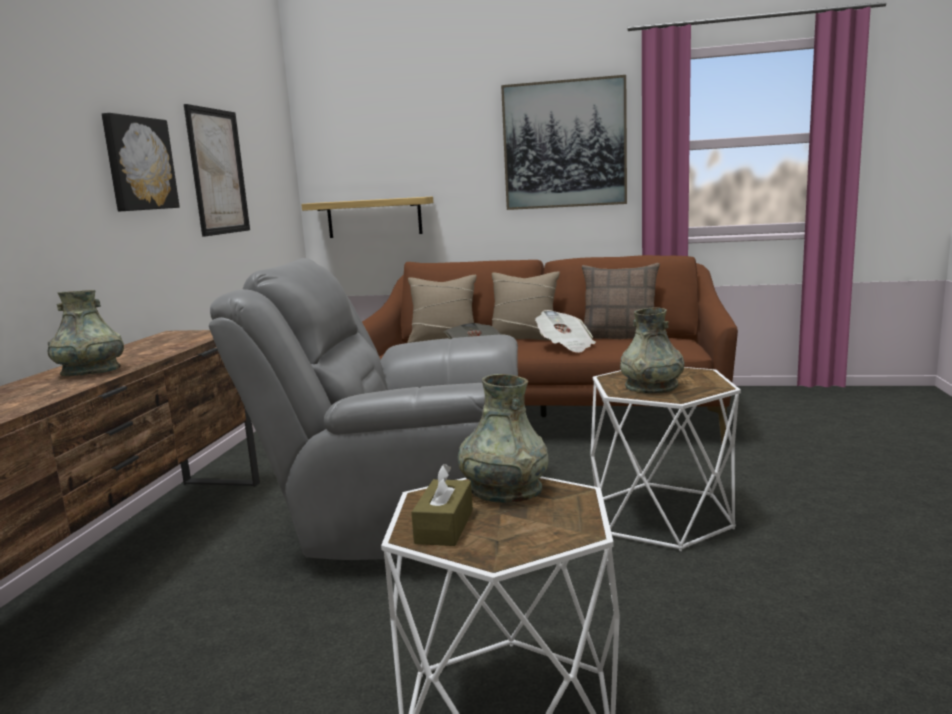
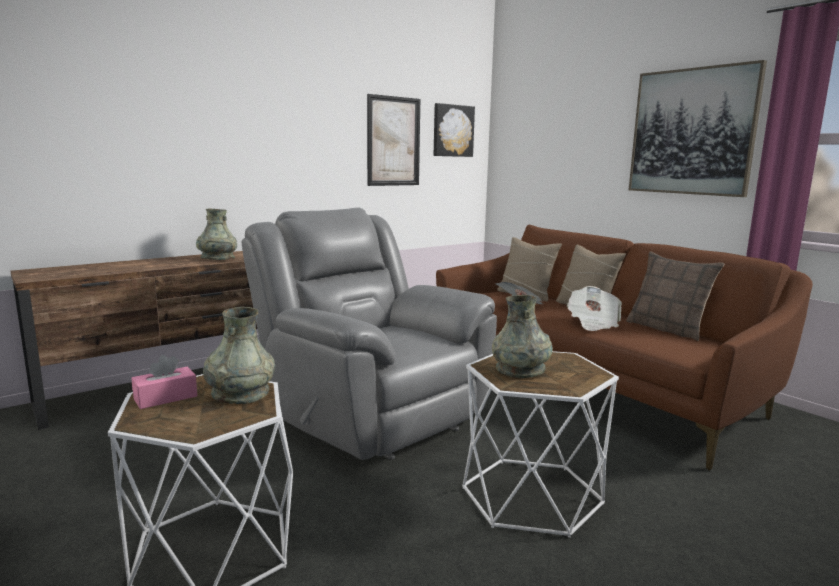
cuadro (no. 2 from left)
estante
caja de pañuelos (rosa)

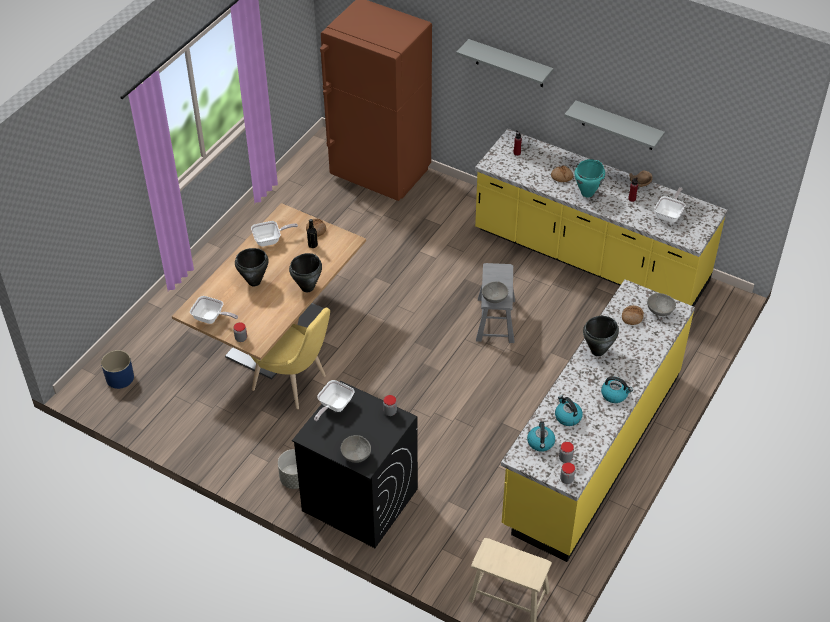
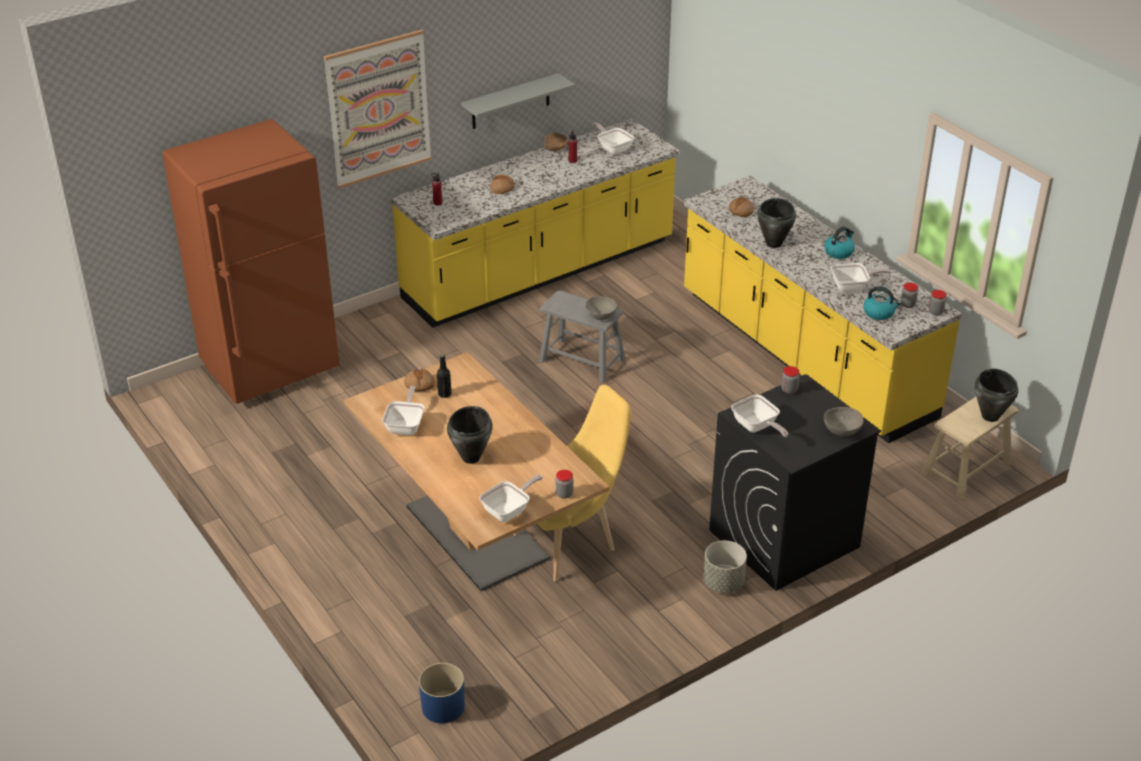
olla (negro) (no. 3 from left)
cuadro
sartén (no. 5 from left)
olla (turquesa)
cuenco (gris) (no. 3 from left in the first image)

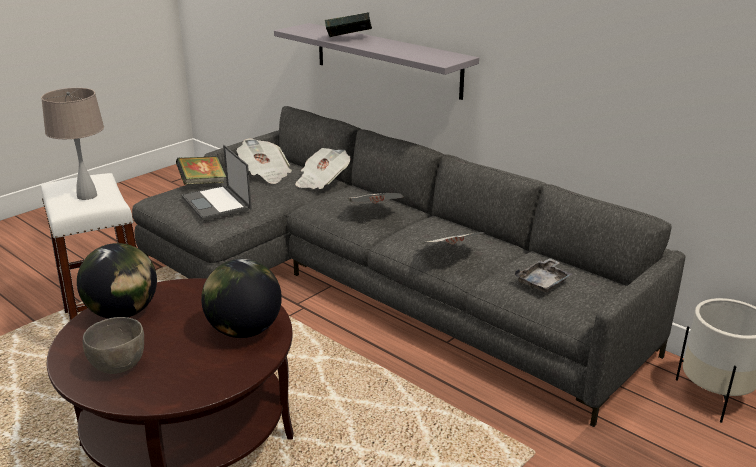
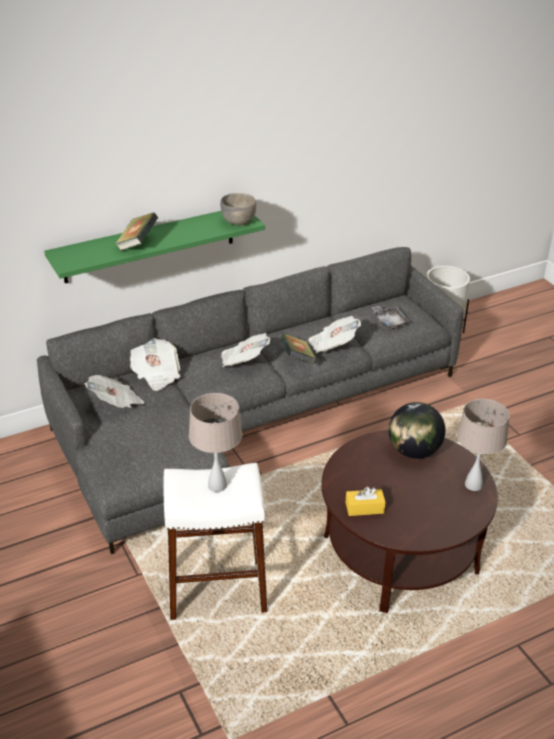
caja de pañuelos (amarillo)
cuenco (gris)
libro (no. 2 from left)
portátil
estante (verde)
lámpara de mesa (beis) (no. 2 from left)

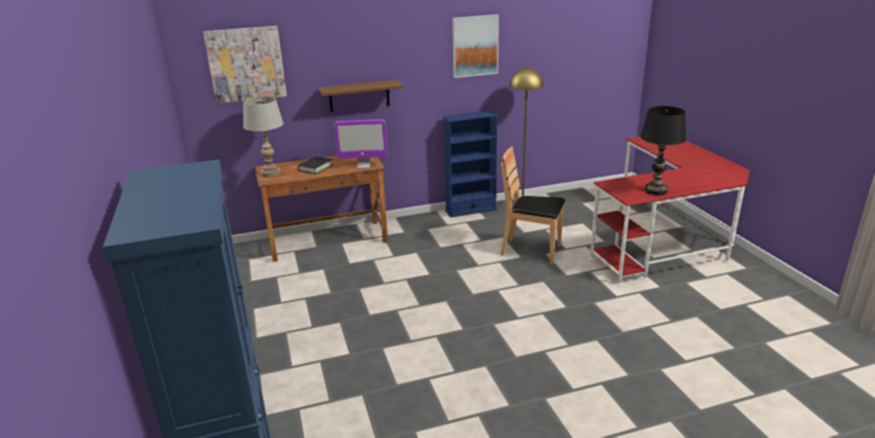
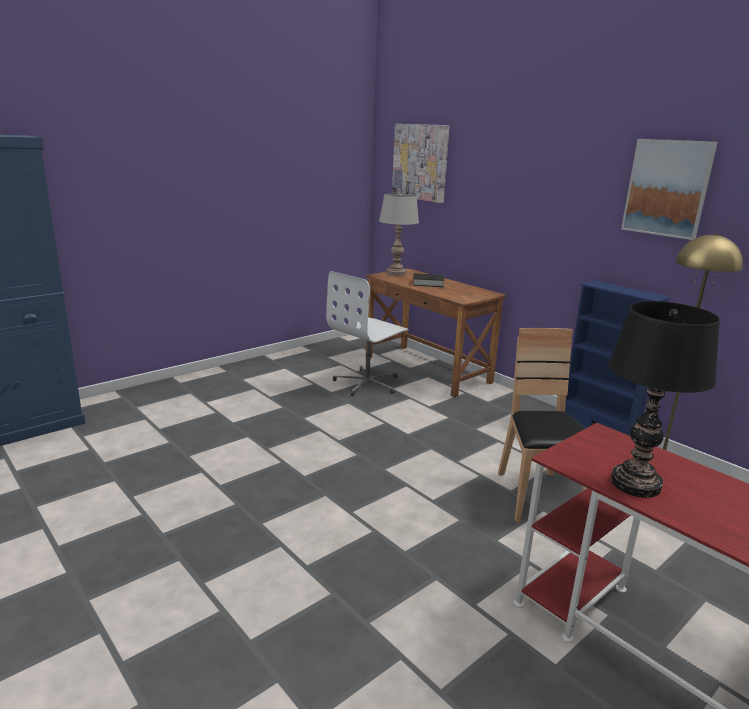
estante (marrón)
monitor
silla de oficina (blanco)

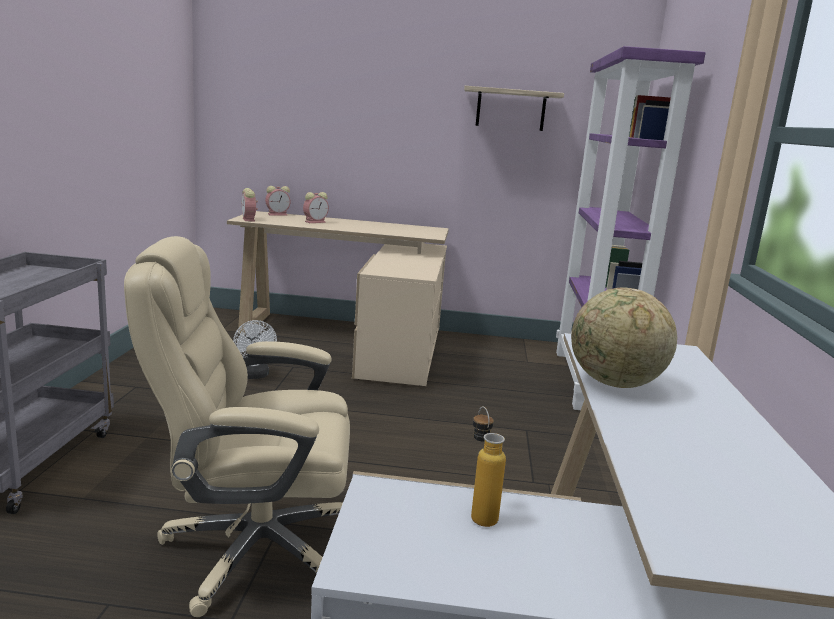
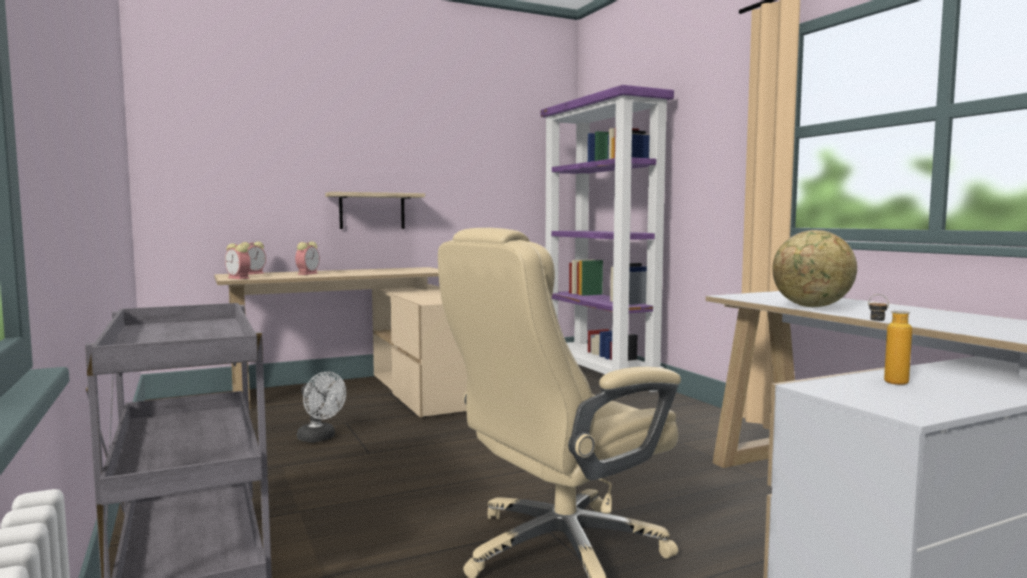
estante

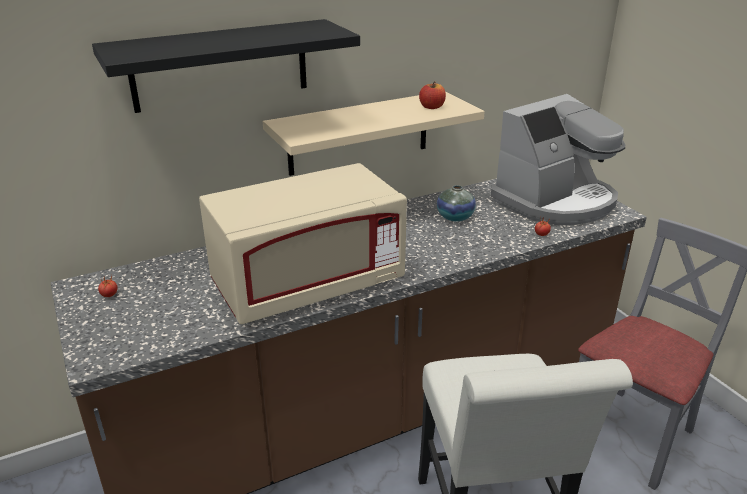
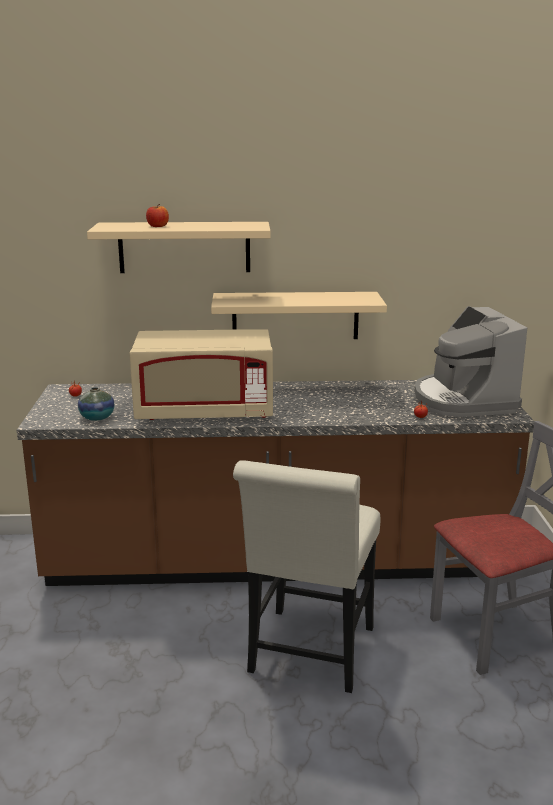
estante (beis) (no. 1 from left)
manzana
florero
cafetera

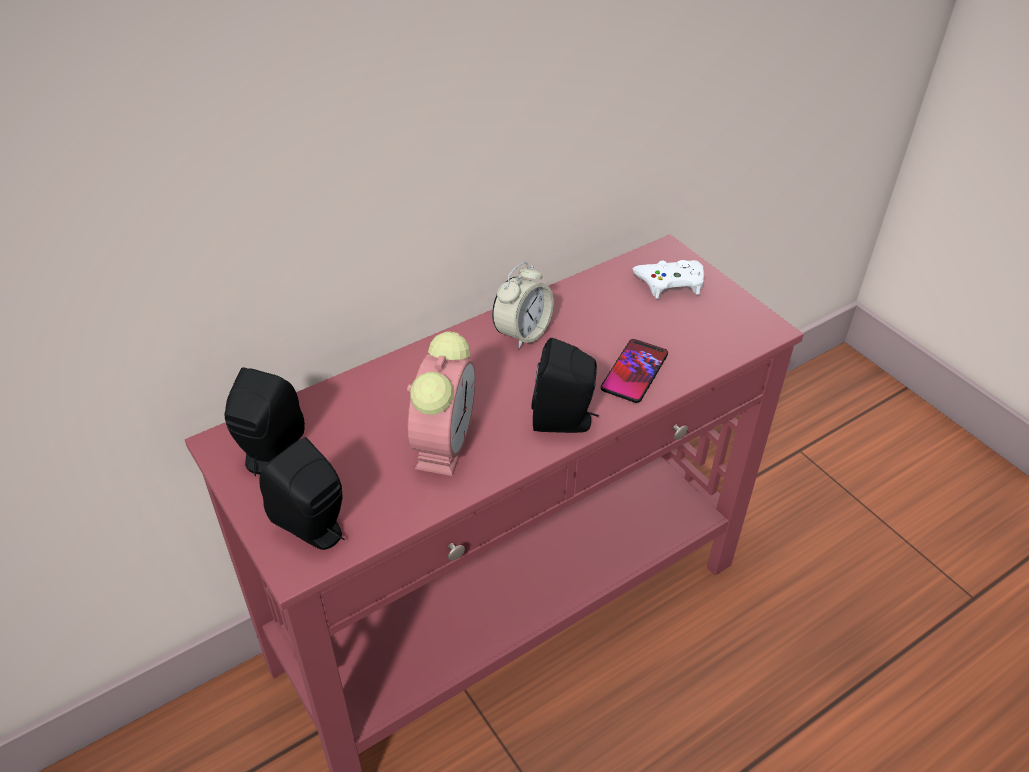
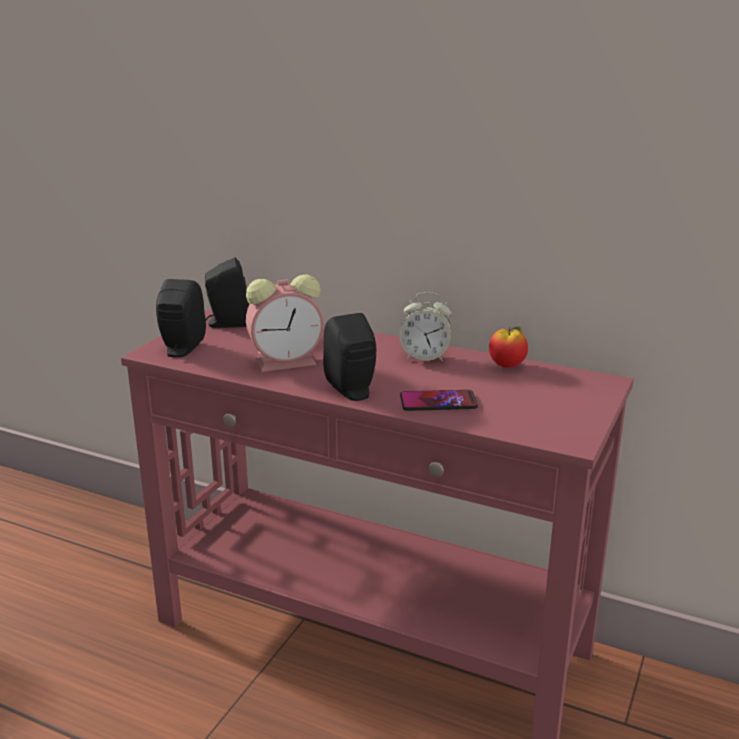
mando de consola (blanco)
manzana

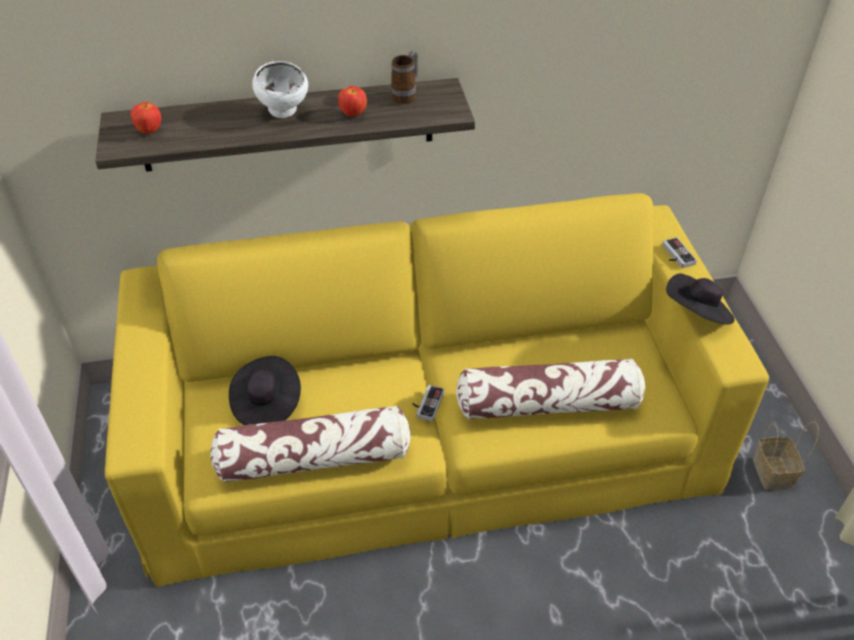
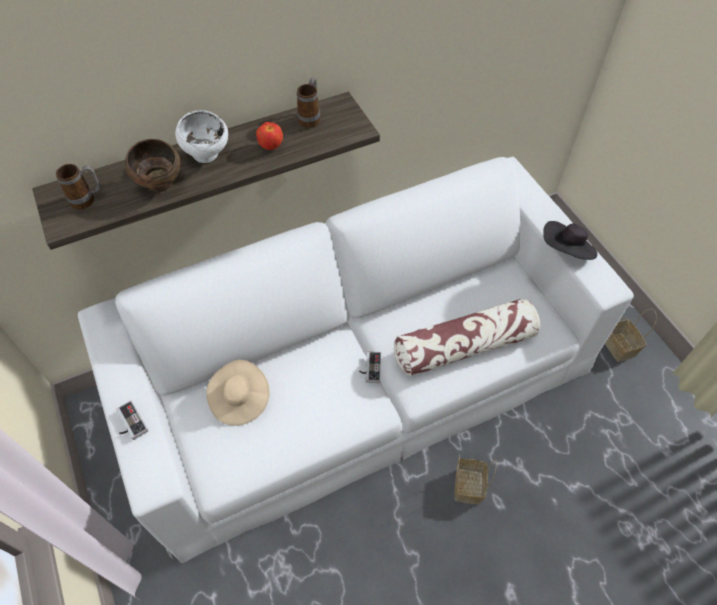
sofá (blanco)
taza grande (no. 1 from left)
cojín (no. 1 from left in the first image)
sombrero (beis)
mando de consola (no. 1 from left)
cuenco (marrón)
cesta (no. 1 from left)

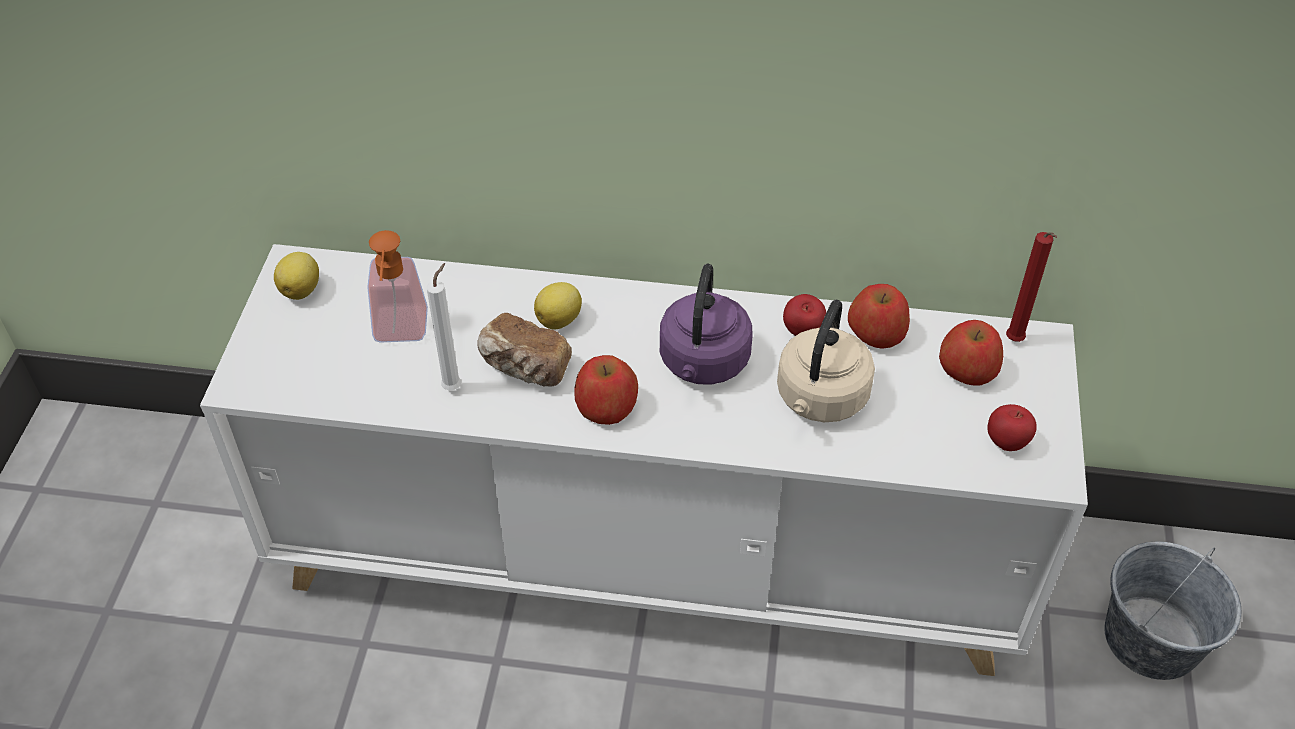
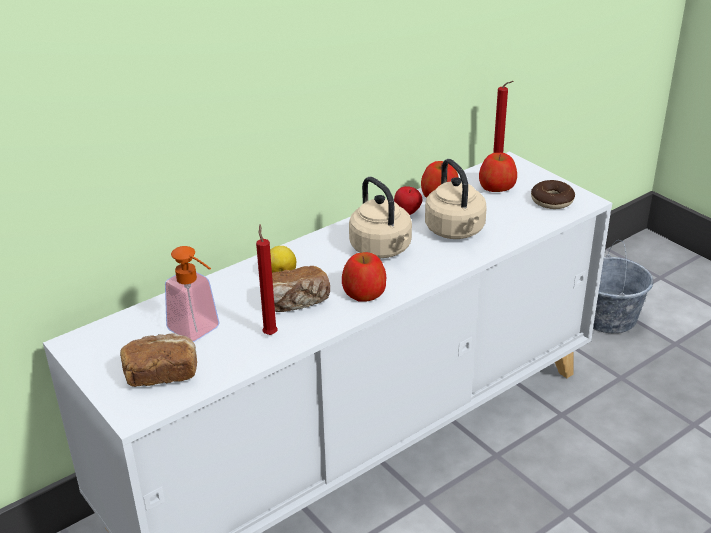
limón (no. 1 from left in the first image)
vela (rojo) (no. 1 from left)
hervidor (beis) (no. 1 from left)
rosquilla
pan (no. 1 from left)

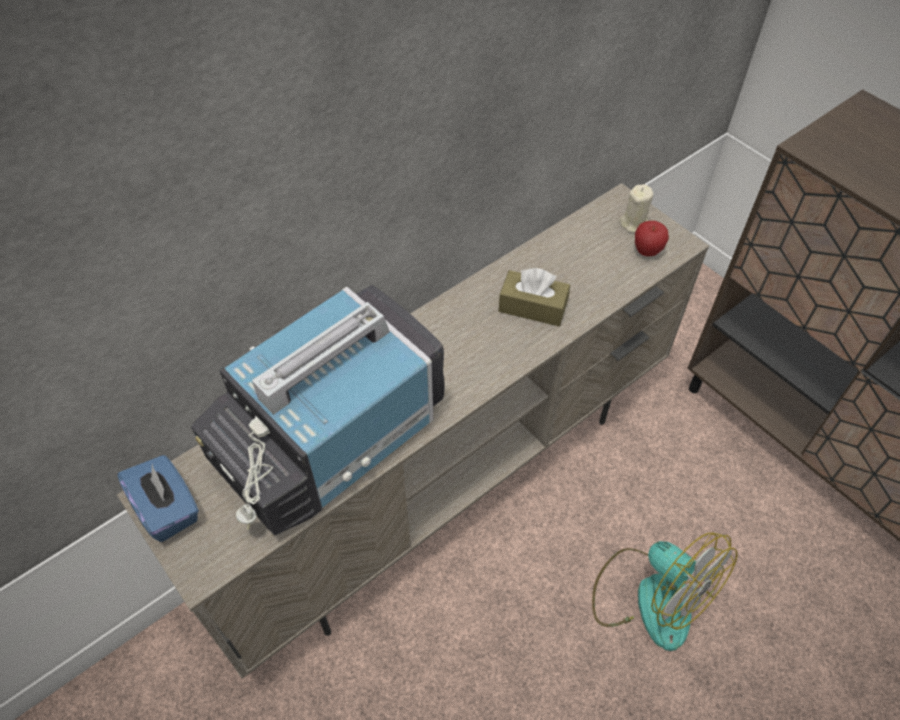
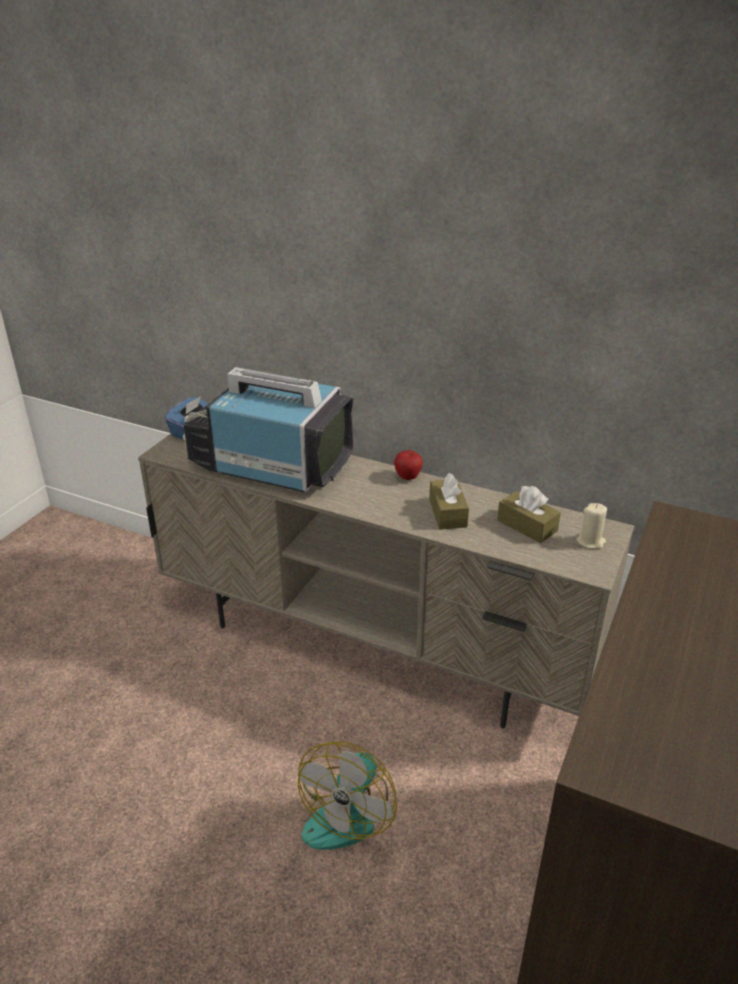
manzana
caja de pañuelos (marrón) (no. 2 from left)

